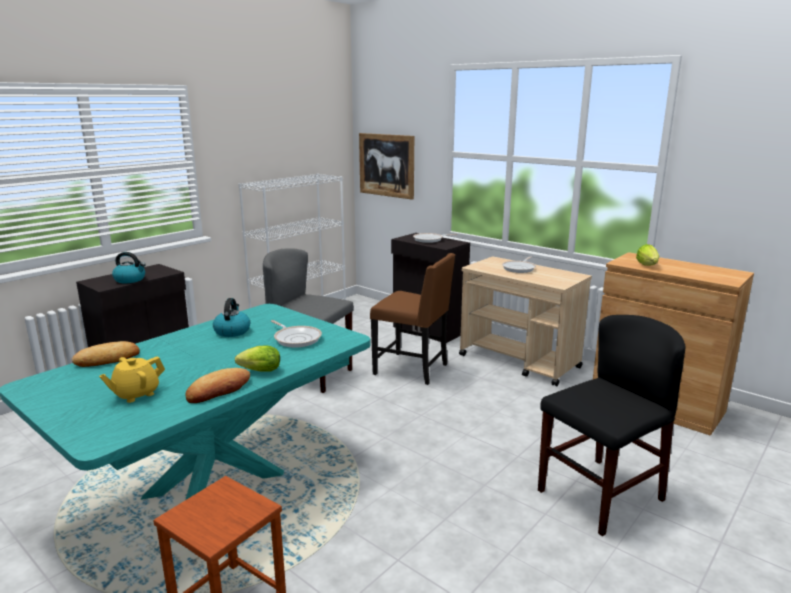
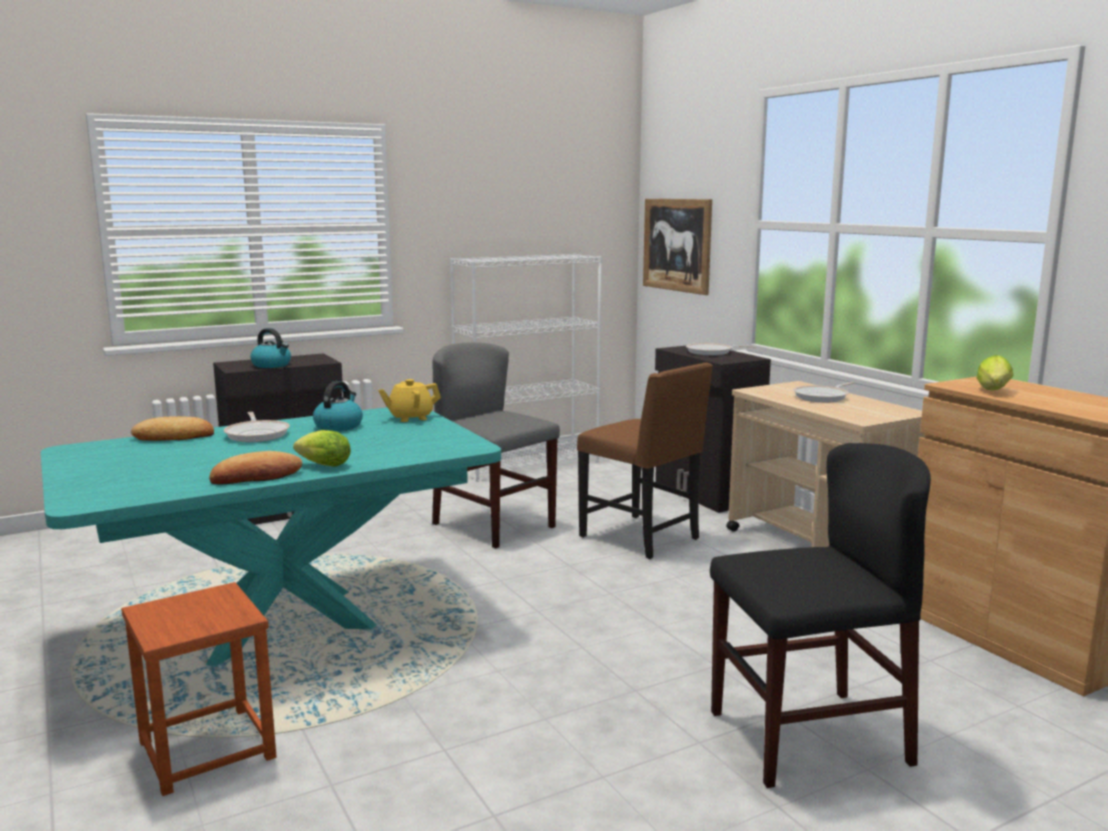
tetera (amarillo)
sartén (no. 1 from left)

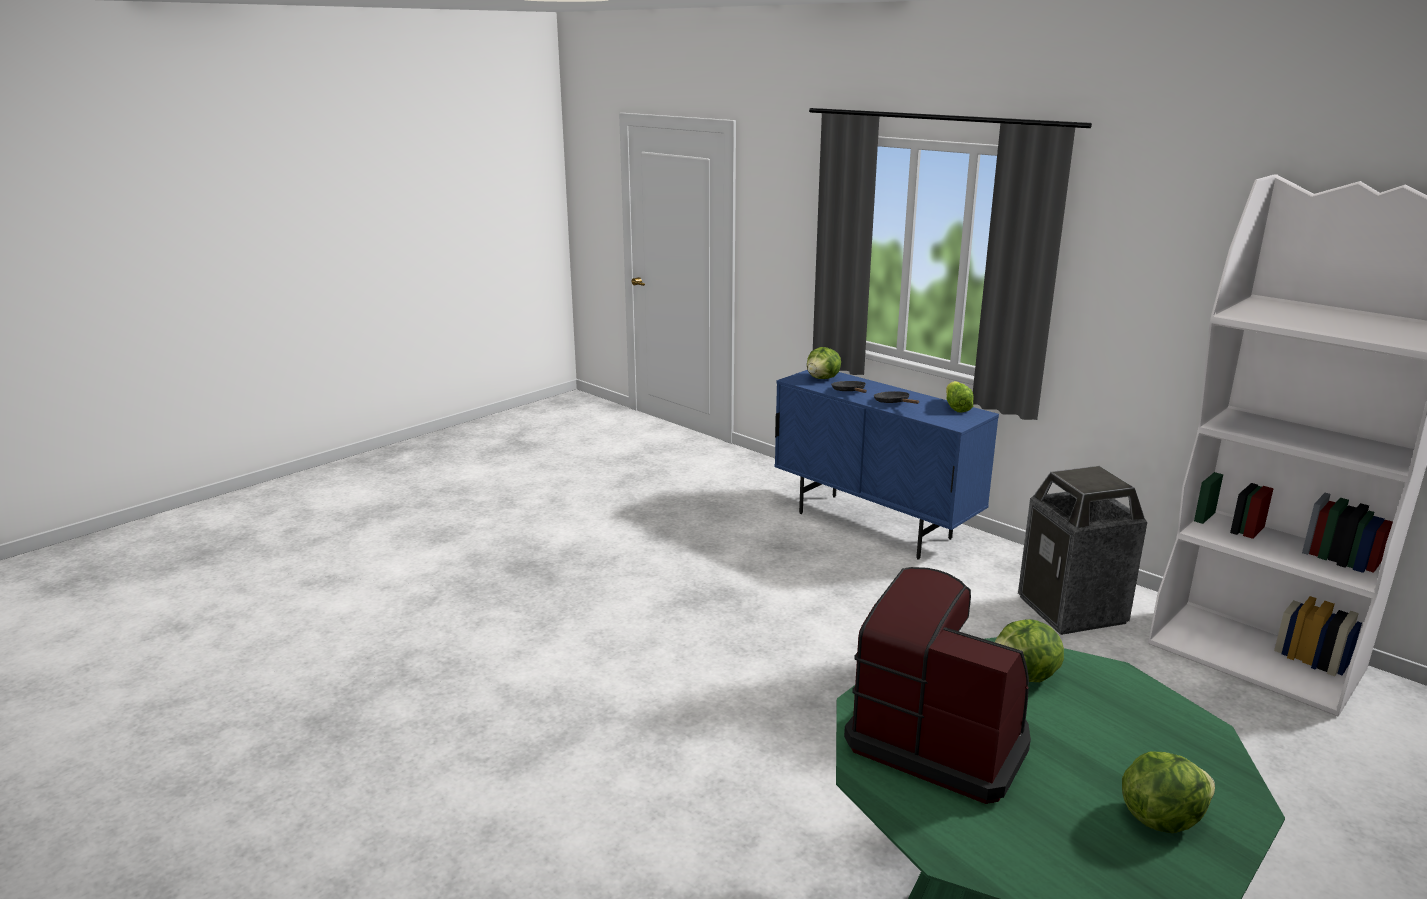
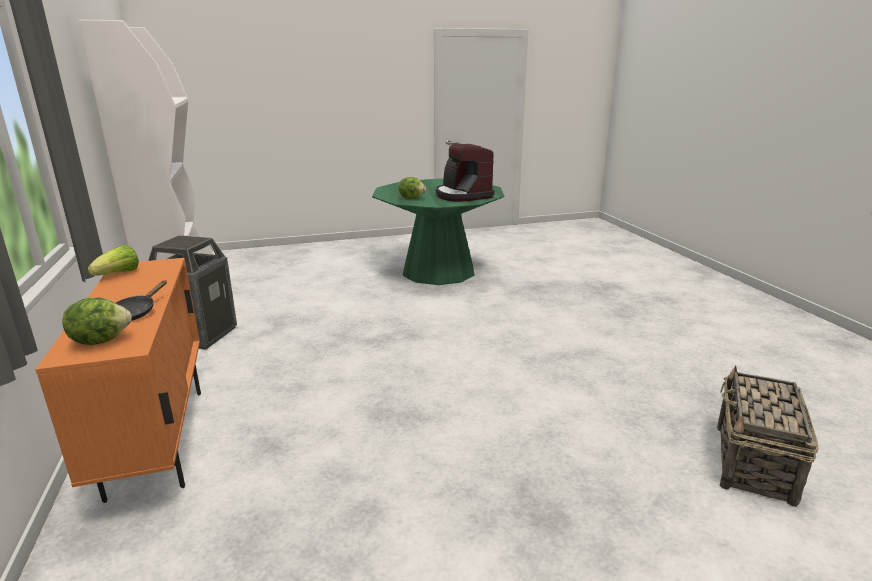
armario (naranja)
sartén (negro) (no. 2 from left in the first image)
lechuga (no. 4 from left in the first image)
cesta

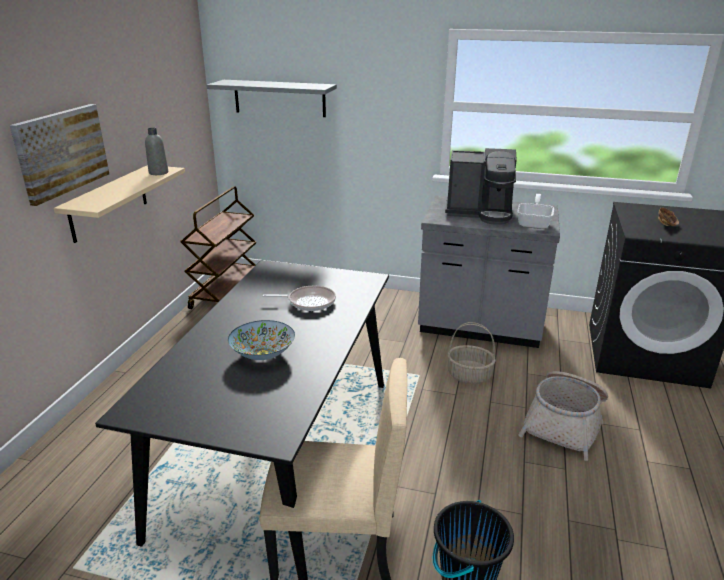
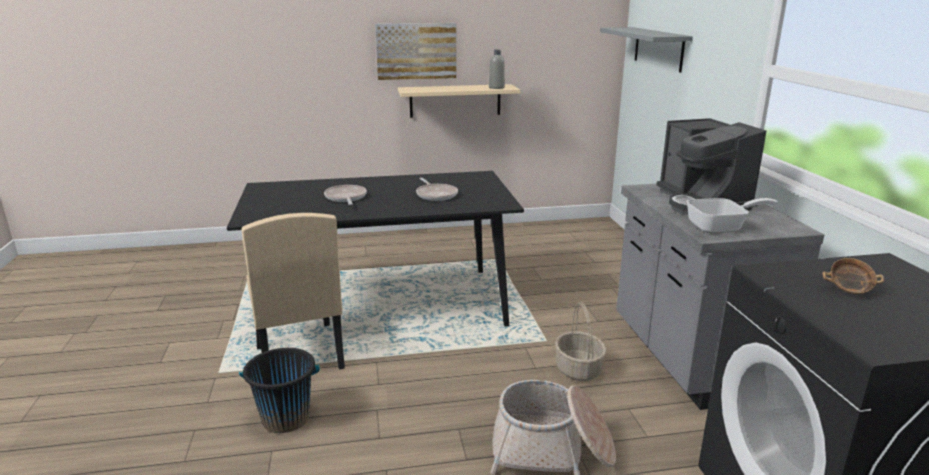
carrito (marrón)
sartén (no. 1 from left)

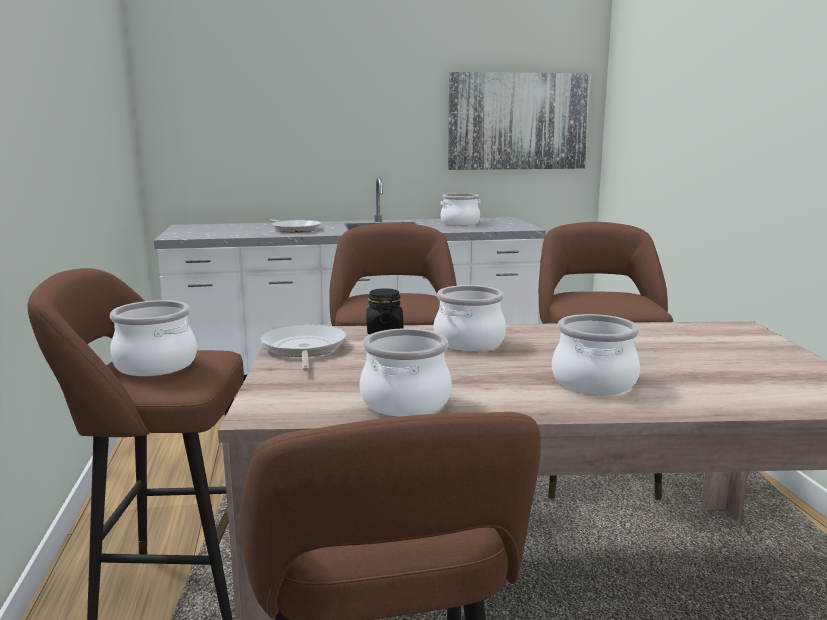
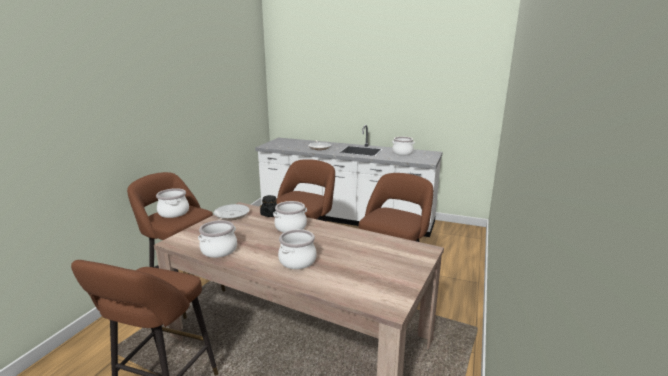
cuadro

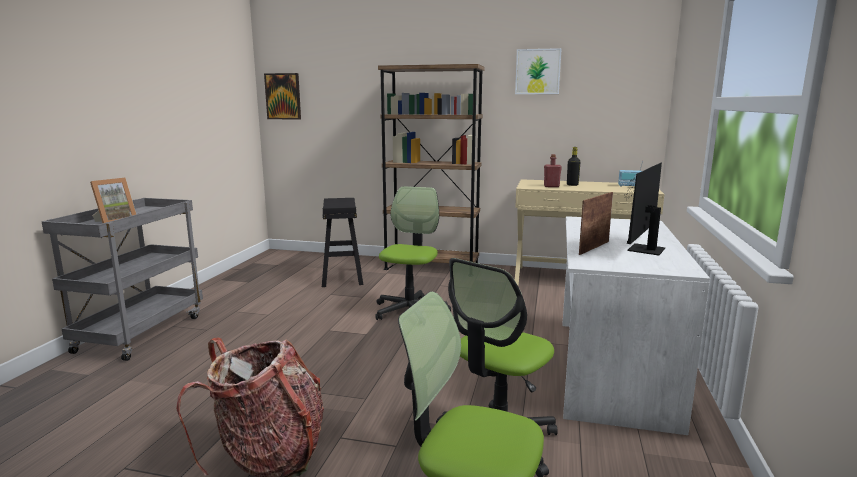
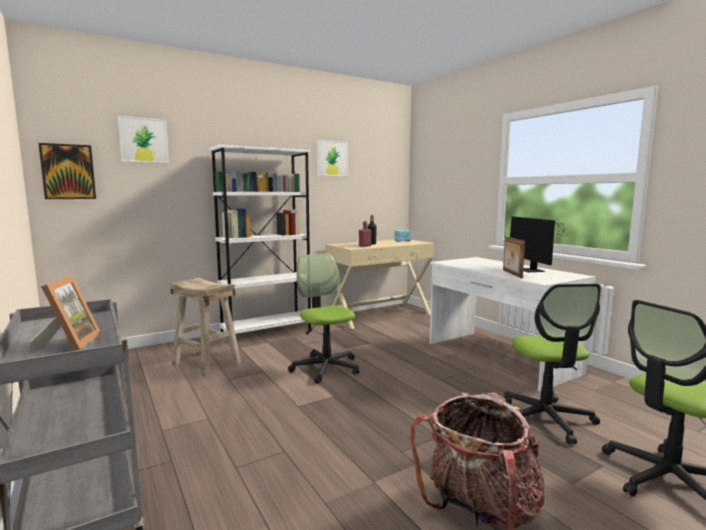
taburete (beis)
estantería (blanco)
cuadro (no. 2 from left)

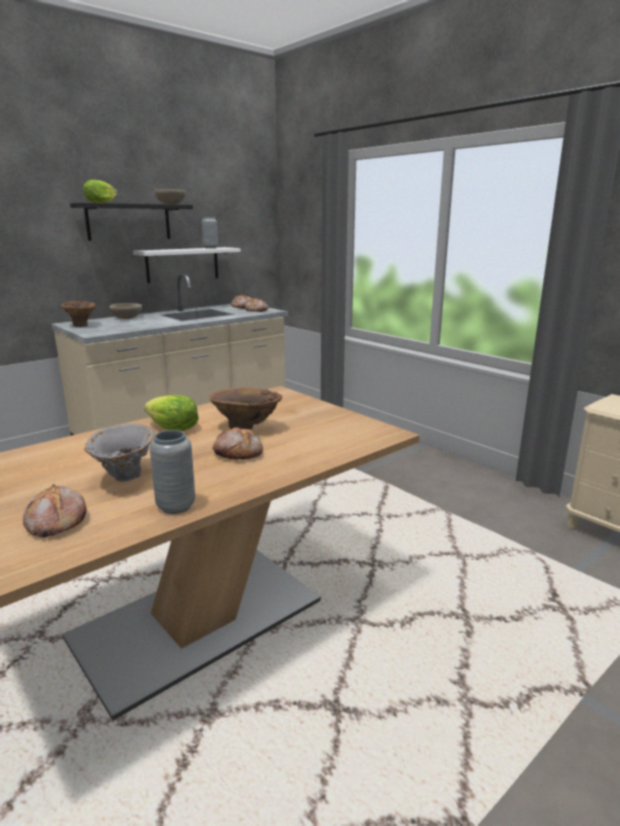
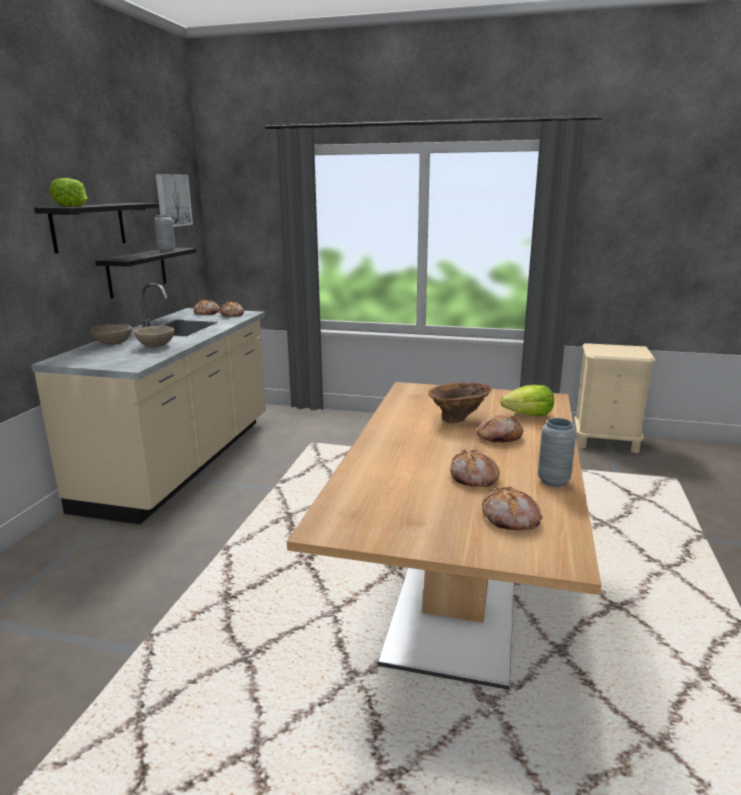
florero (marrón) (no. 1 from left in the first image)
pan (no. 3 from left)
estante (negro) (no. 2 from left)
lechuga (no. 2 from left)
cuenco (beis) (no. 2 from left)
cuadro

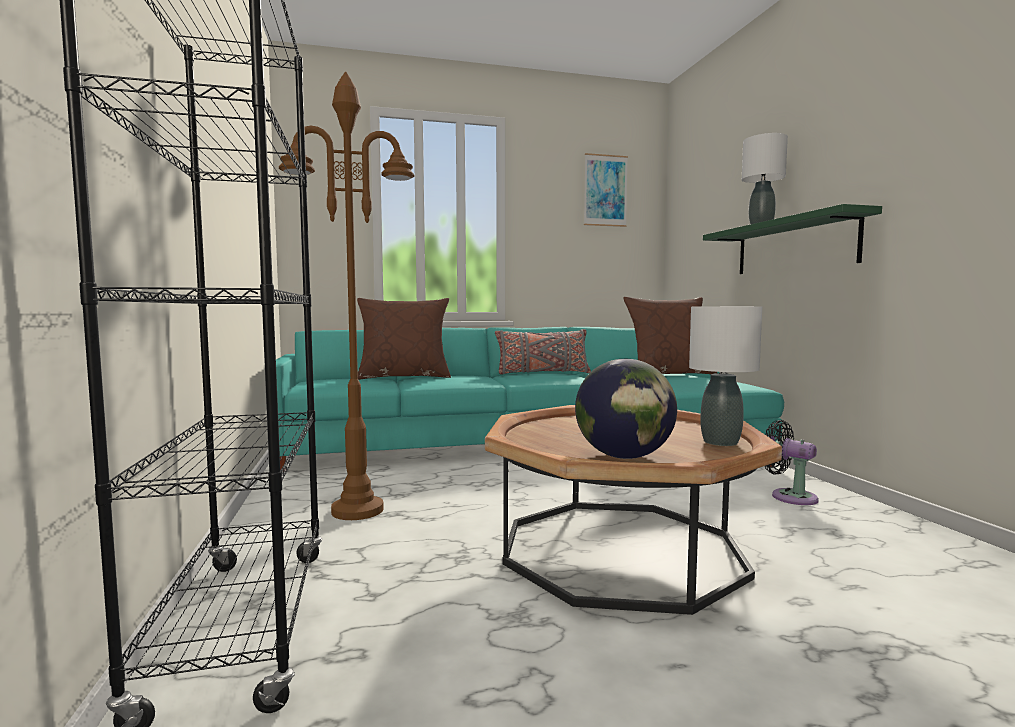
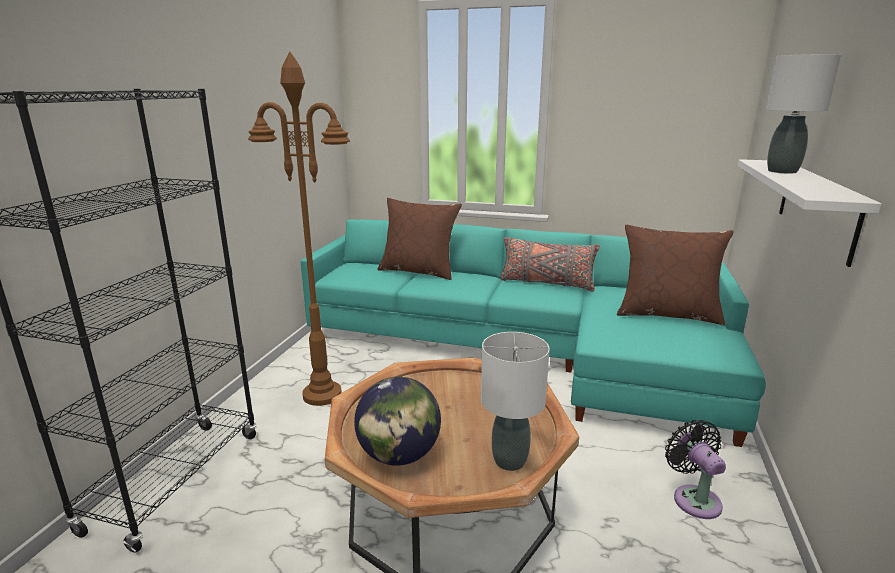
cuadro
estante (blanco)

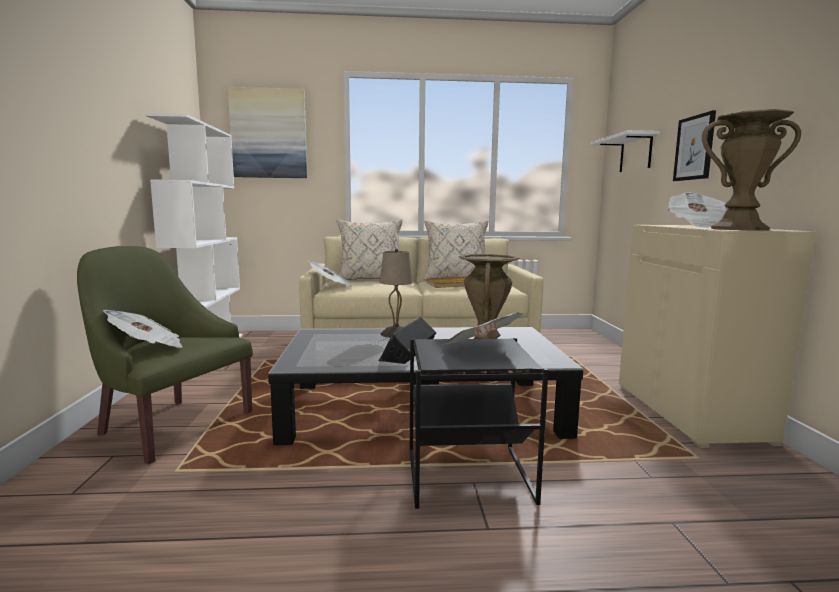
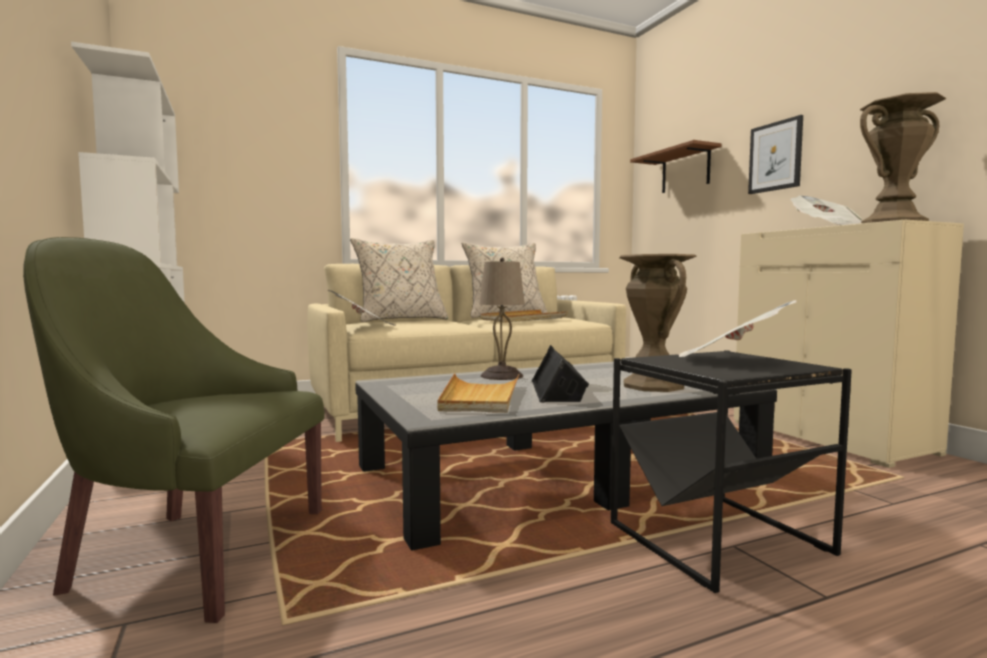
periódico (no. 1 from left in the first image)
cuadro (no. 1 from left in the first image)
estante (marrón)
bandeja (beis) (no. 1 from left)

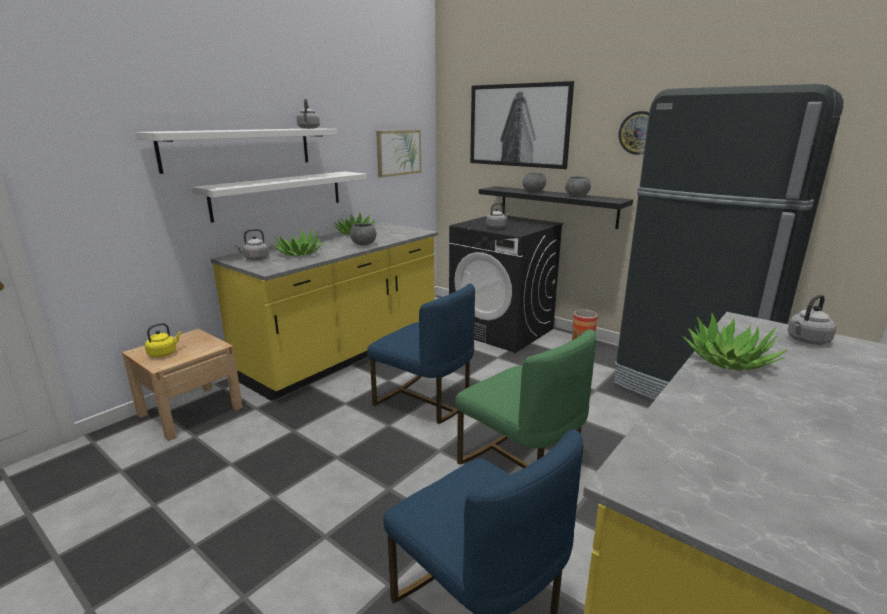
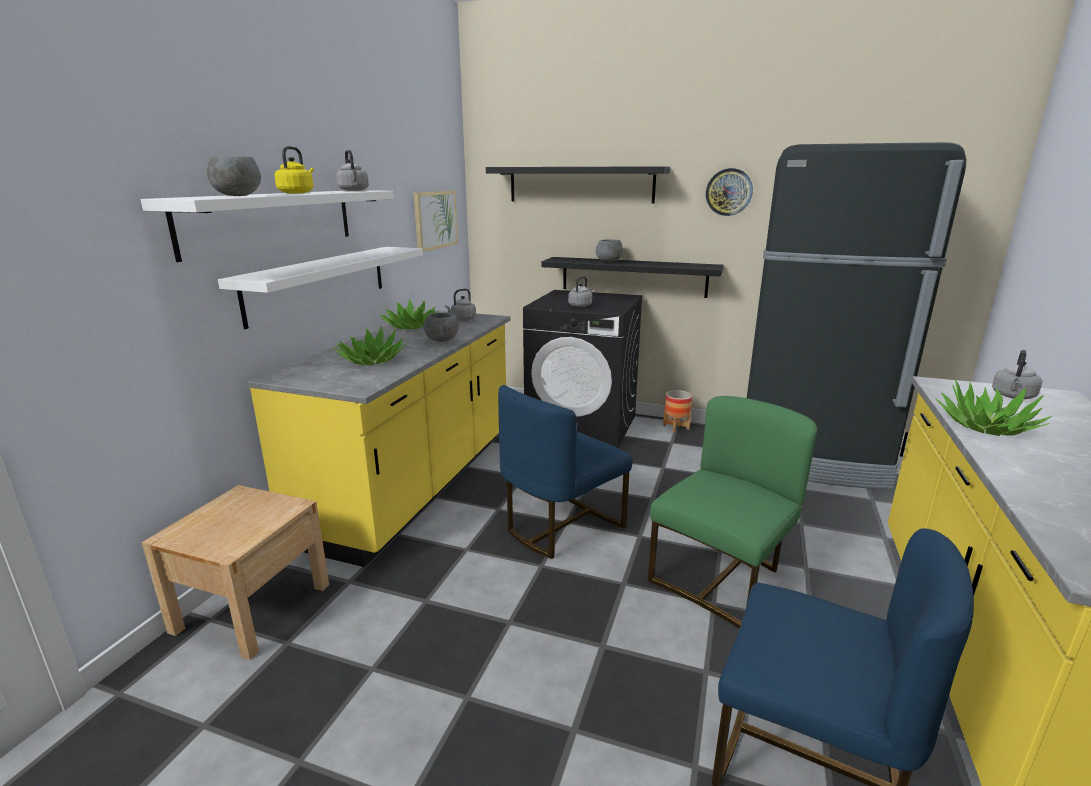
hervidor (amarillo)
hervidor (gris) (no. 2 from left)
silla (azul) (no. 1 from left)
silla (verde)
estante (negro) (no. 1 from left)
cuenco (gris) (no. 1 from left)

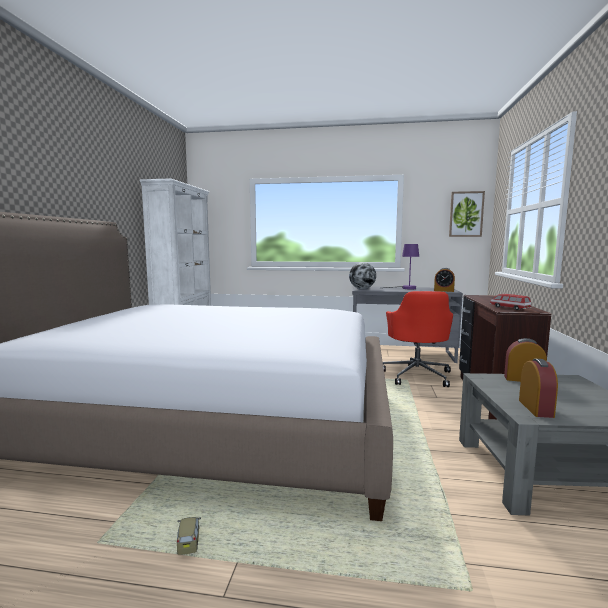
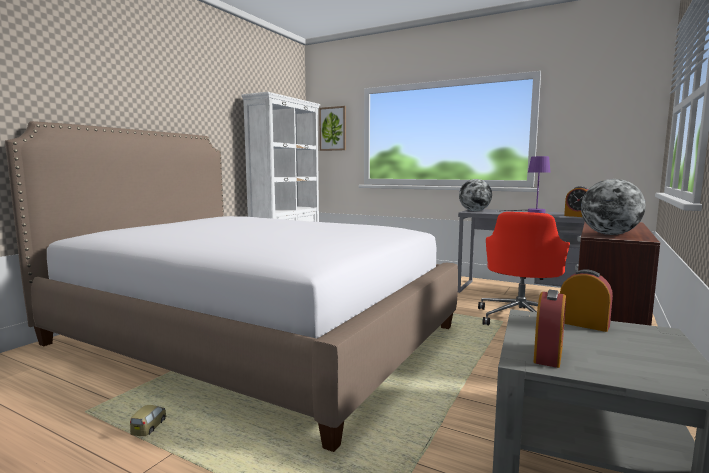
cuadro
globo terráqueo (no. 2 from left)

